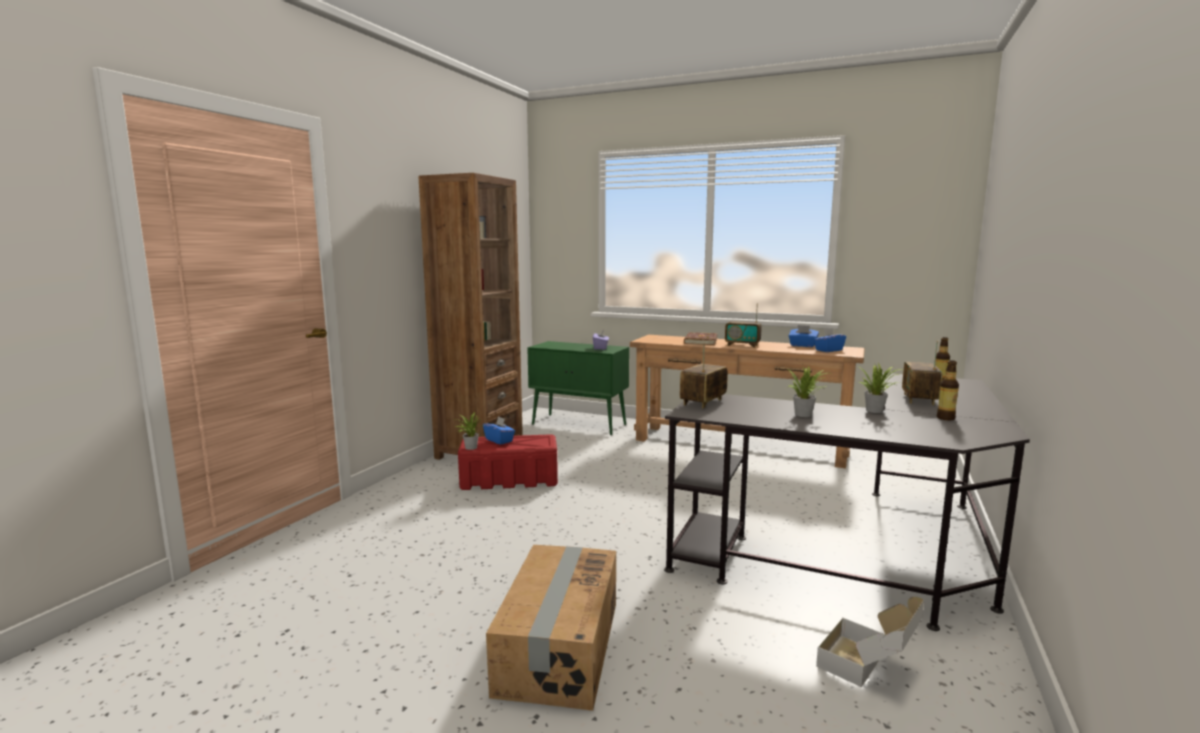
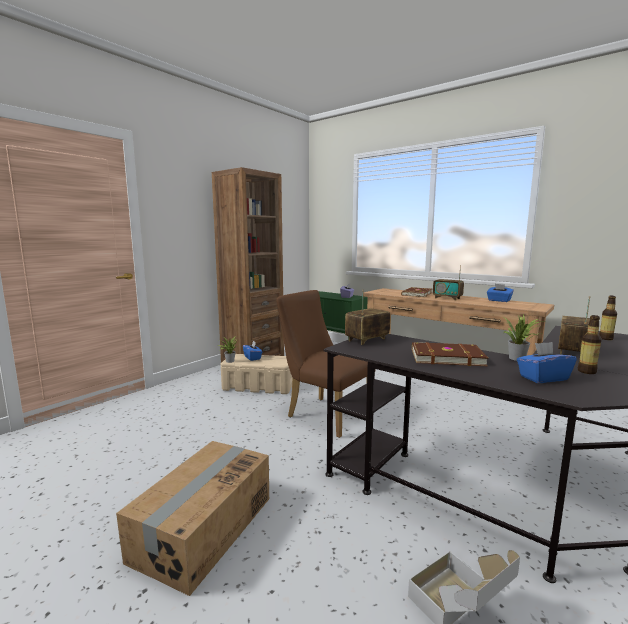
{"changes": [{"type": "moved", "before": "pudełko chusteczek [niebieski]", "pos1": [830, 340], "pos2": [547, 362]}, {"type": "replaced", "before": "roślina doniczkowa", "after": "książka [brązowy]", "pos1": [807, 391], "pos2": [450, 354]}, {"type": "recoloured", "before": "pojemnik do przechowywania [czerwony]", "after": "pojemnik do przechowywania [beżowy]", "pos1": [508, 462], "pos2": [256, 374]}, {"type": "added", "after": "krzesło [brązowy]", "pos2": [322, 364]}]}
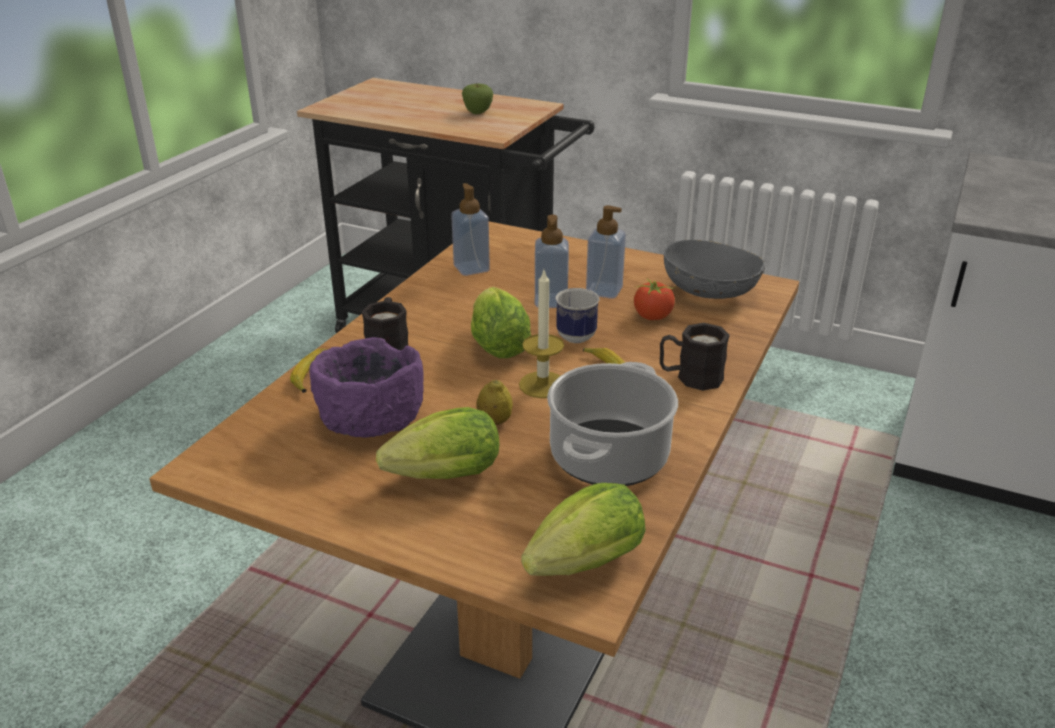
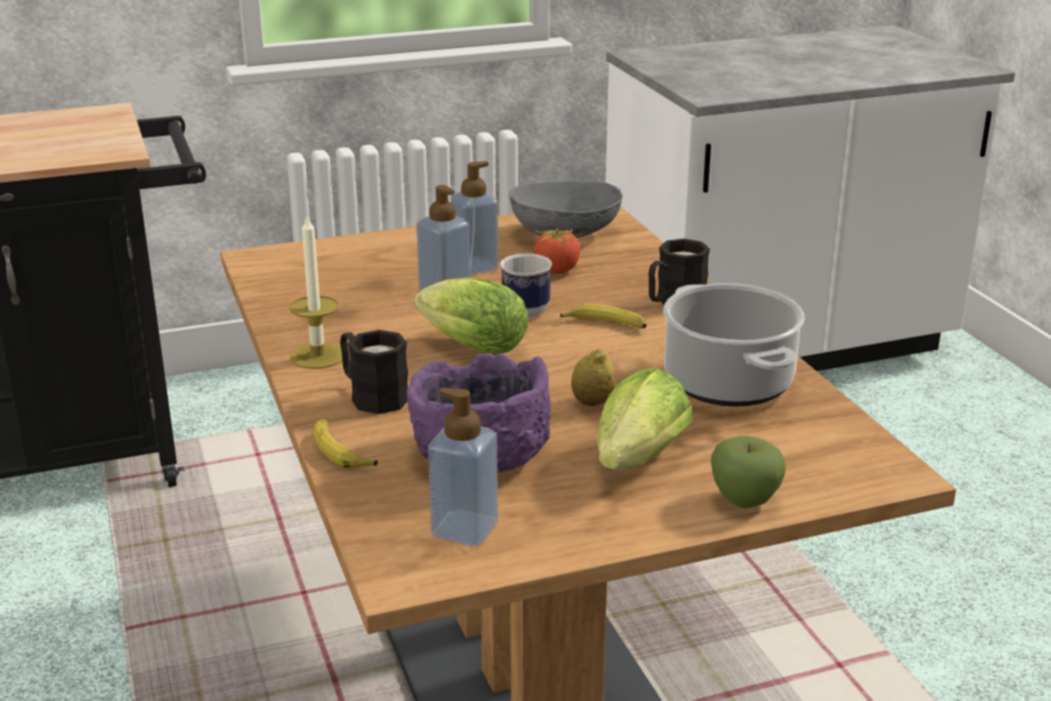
{"changes": [{"type": "moved", "before": "jabłko", "pos1": [477, 99], "pos2": [748, 472]}, {"type": "moved", "before": "dozownik mydła", "pos1": [470, 229], "pos2": [463, 467]}, {"type": "moved", "before": "świeca", "pos1": [541, 334], "pos2": [316, 292]}, {"type": "removed", "before": "sałata", "pos1": [583, 529]}]}
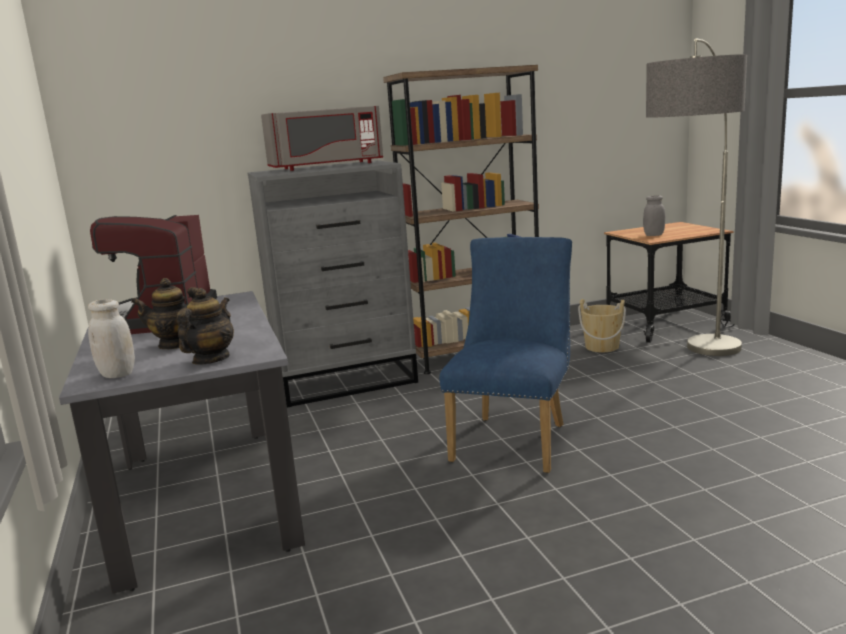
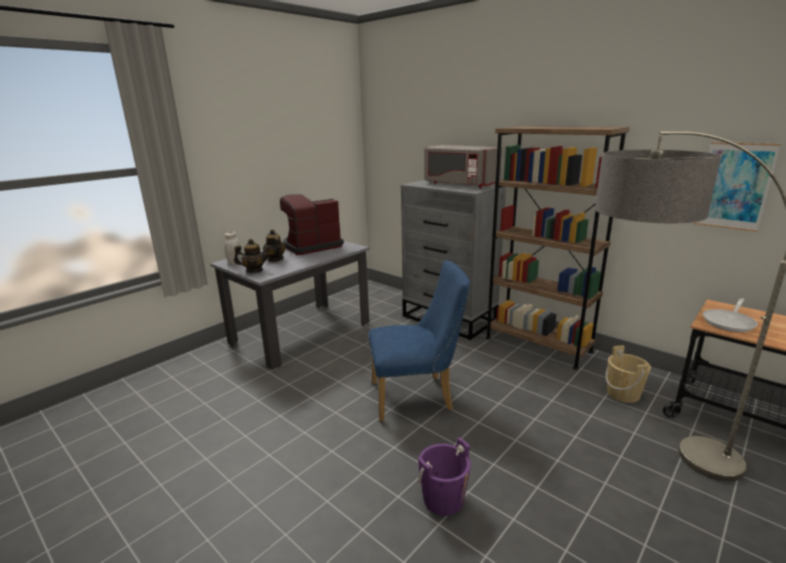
{"changes": [{"type": "replaced", "before": "słoik [szary]", "after": "patelnia", "pos1": [654, 215], "pos2": [730, 315]}, {"type": "added", "after": "obraz", "pos2": [737, 187]}, {"type": "added", "after": "wiadro [fioletowy]", "pos2": [444, 476]}]}
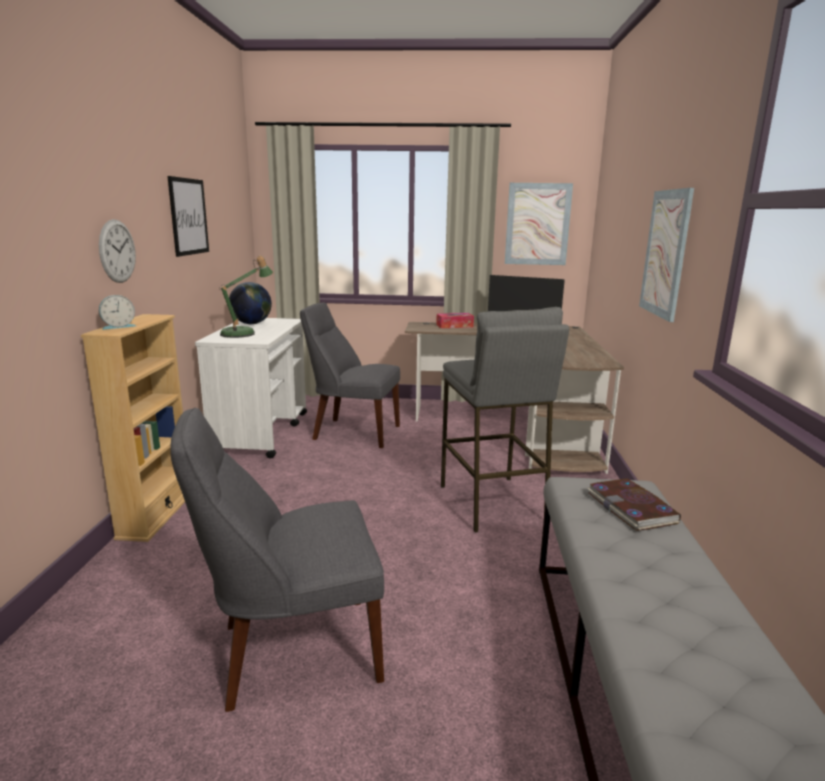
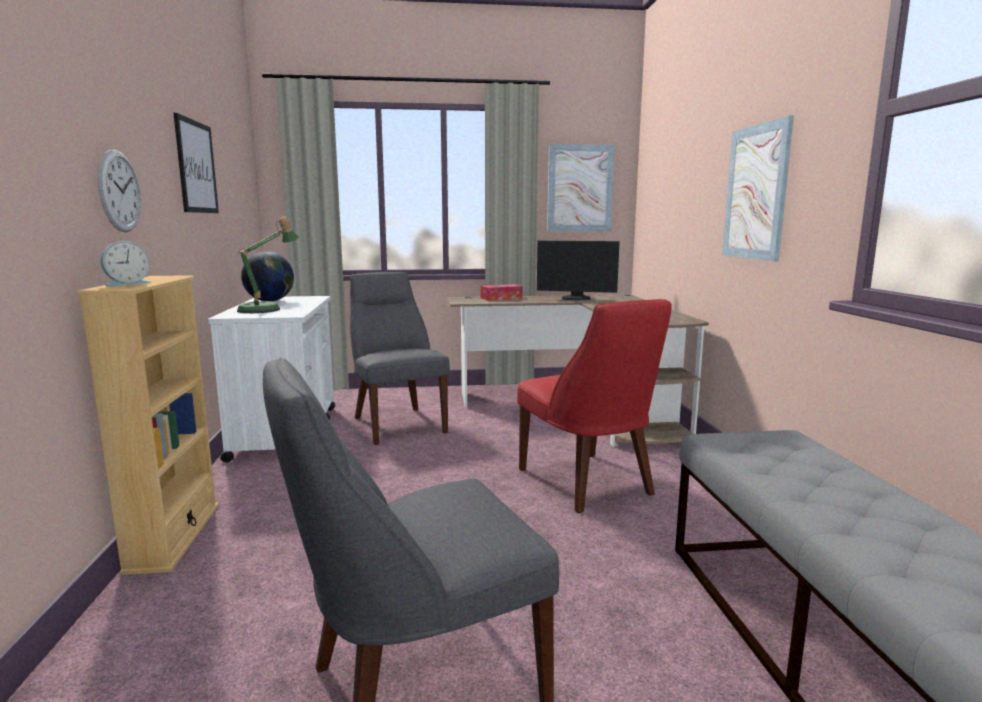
{"changes": [{"type": "turned", "before": "krzesło [szary]", "pos1": [350, 375], "pos2": [400, 358], "turn": 60}, {"type": "replaced", "before": "stołek [szary]", "after": "krzesło [czerwony]", "pos1": [505, 420], "pos2": [594, 406]}, {"type": "removed", "before": "książka", "pos1": [634, 504]}]}
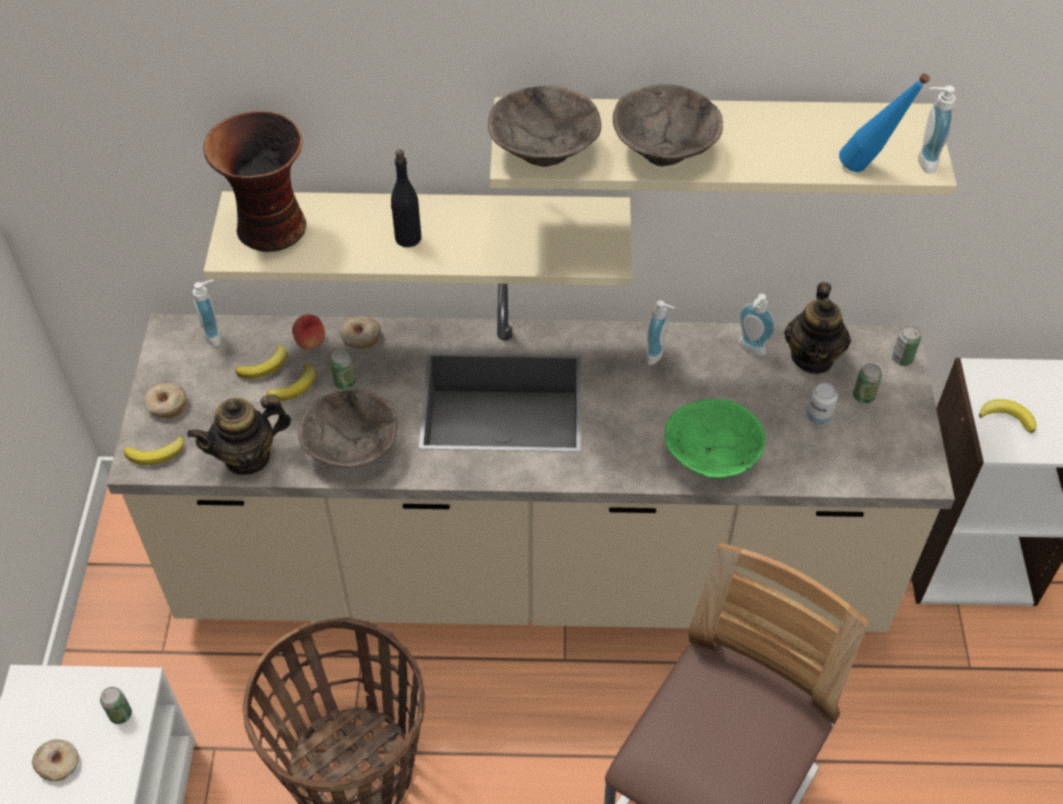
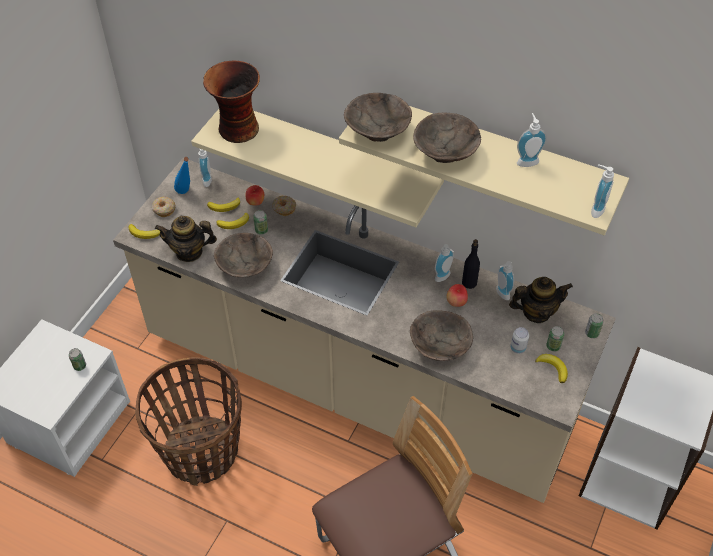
{"changes": [{"type": "moved", "before": "butelka [niebieski]", "pos1": [884, 122], "pos2": [182, 175]}, {"type": "moved", "before": "butelka [czarny]", "pos1": [406, 198], "pos2": [471, 264]}, {"type": "turned", "before": "imbryk", "pos1": [817, 328], "pos2": [541, 300], "turn": -135}, {"type": "recoloured", "before": "miska [zielony]", "after": "miska [brązowy]", "pos1": [715, 438], "pos2": [441, 335]}, {"type": "moved", "before": "banan", "pos1": [1007, 416], "pos2": [551, 368]}, {"type": "removed", "before": "donut", "pos1": [55, 760]}, {"type": "added", "after": "dozownik mydła", "pos2": [532, 140]}, {"type": "added", "after": "jabłko", "pos2": [457, 295]}]}
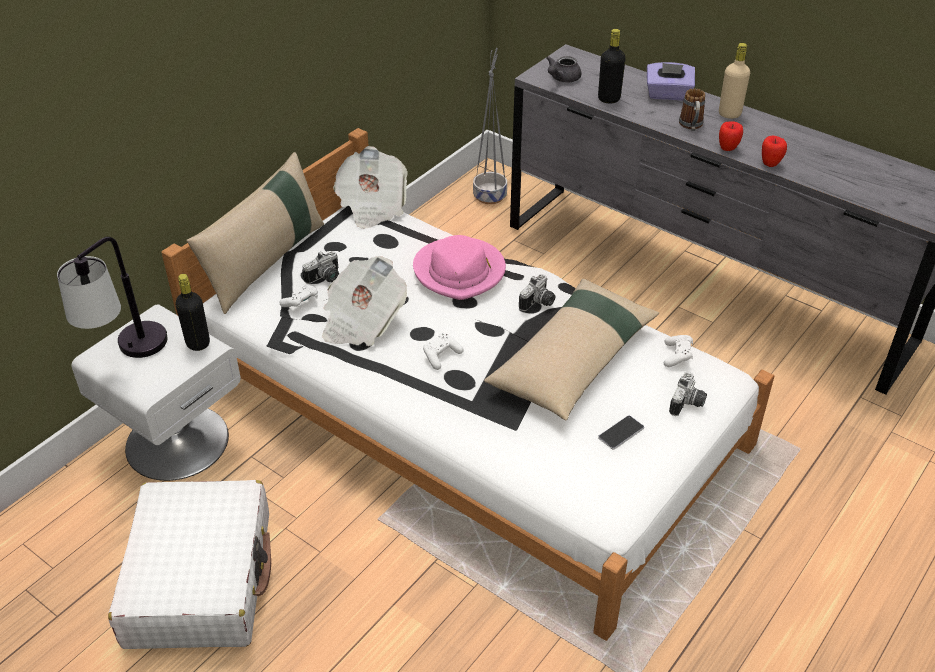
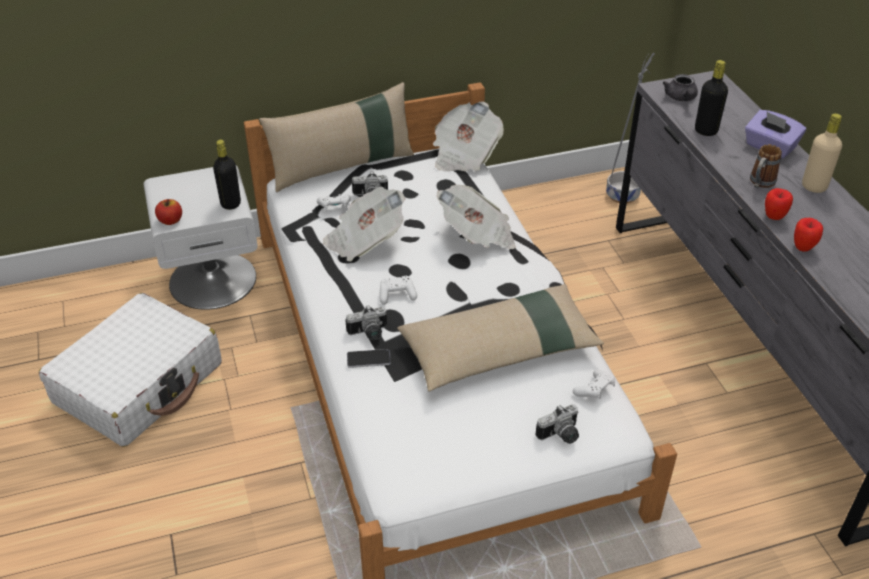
{"changes": [{"type": "turned", "before": "imbryk [szary]", "pos1": [563, 69], "pos2": [680, 87], "turn": -75}, {"type": "replaced", "before": "kapelusz [różowy]", "after": "gazeta", "pos1": [459, 267], "pos2": [476, 217]}, {"type": "removed", "before": "lampa stołowa", "pos1": [112, 297]}, {"type": "moved", "before": "aparat fotograficzny", "pos1": [537, 292], "pos2": [366, 323]}, {"type": "moved", "before": "telefon", "pos1": [621, 432], "pos2": [369, 358]}, {"type": "added", "after": "jabłko", "pos2": [168, 212]}]}
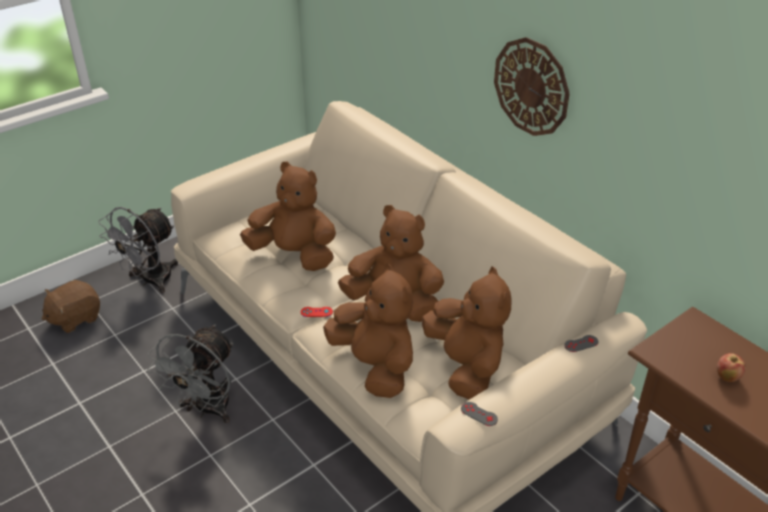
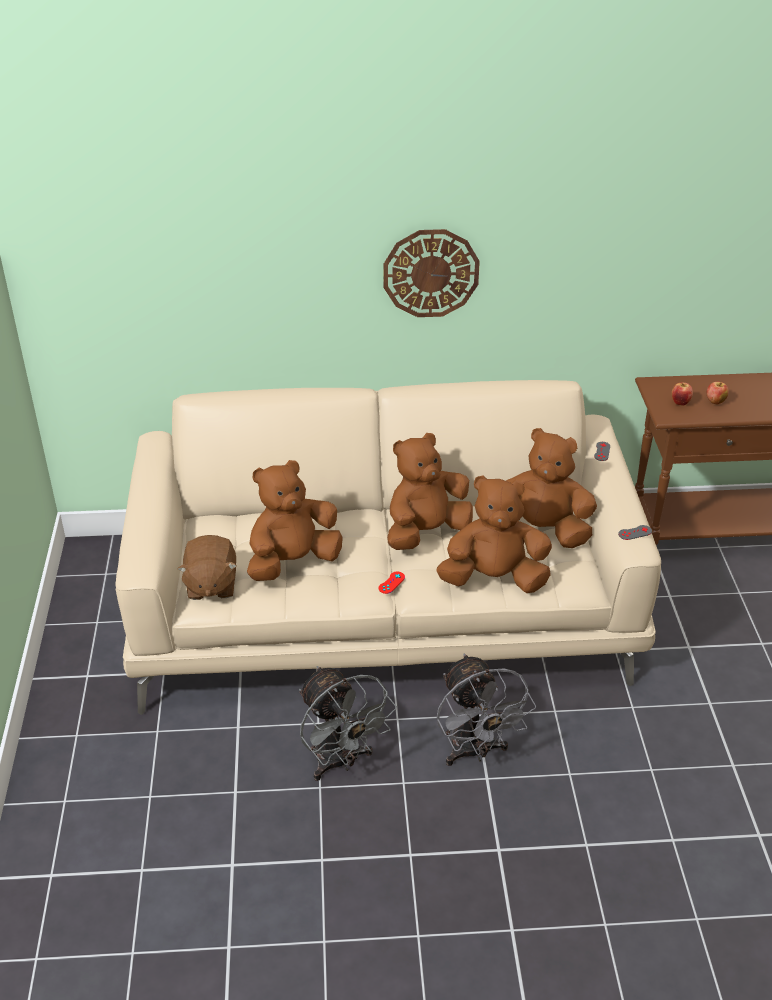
{"changes": [{"type": "moved", "before": "wentylator [szary]", "pos1": [138, 250], "pos2": [486, 710]}, {"type": "moved", "before": "pluszak [brązowy]", "pos1": [71, 306], "pos2": [207, 567]}, {"type": "added", "after": "jabłko", "pos2": [682, 394]}]}
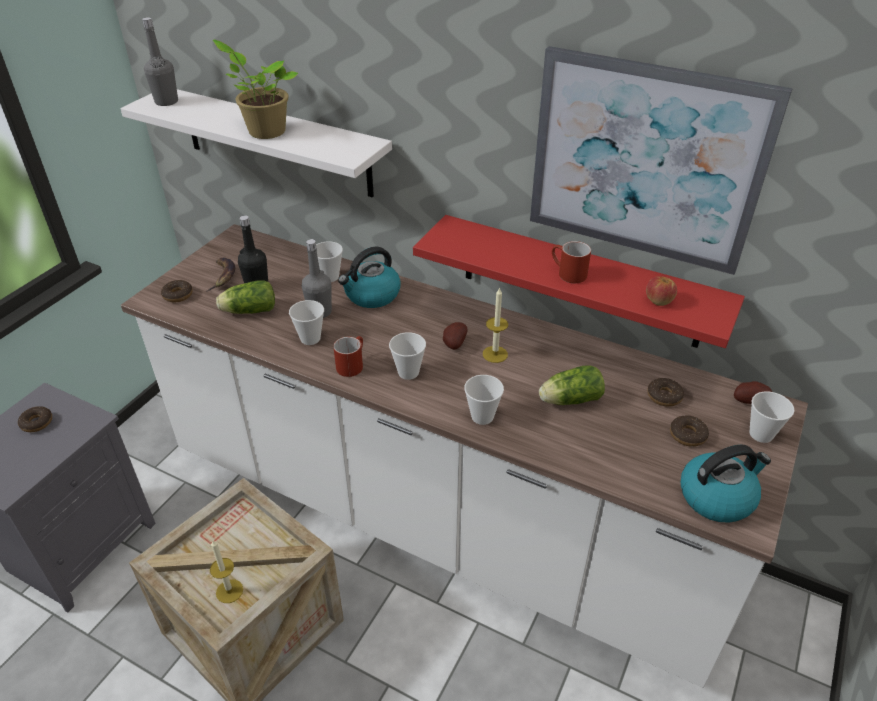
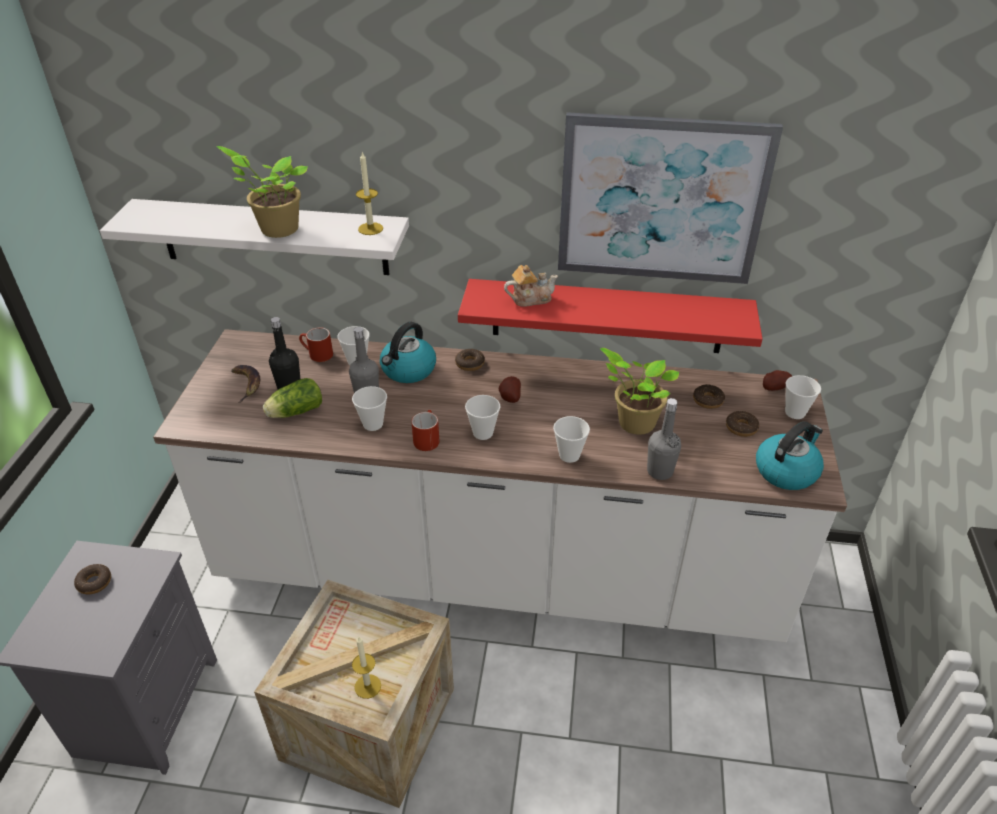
{"changes": [{"type": "moved", "before": "butelka [szary]", "pos1": [160, 61], "pos2": [664, 439]}, {"type": "moved", "before": "kubek [czerwony]", "pos1": [571, 262], "pos2": [316, 344]}, {"type": "removed", "before": "jabłko", "pos1": [661, 291]}, {"type": "moved", "before": "donut", "pos1": [177, 291], "pos2": [470, 360]}, {"type": "moved", "before": "świeca", "pos1": [495, 325], "pos2": [369, 193]}, {"type": "replaced", "before": "sałata", "after": "roślina doniczkowa", "pos1": [572, 385], "pos2": [640, 391]}, {"type": "added", "after": "imbryk", "pos2": [531, 286]}]}
